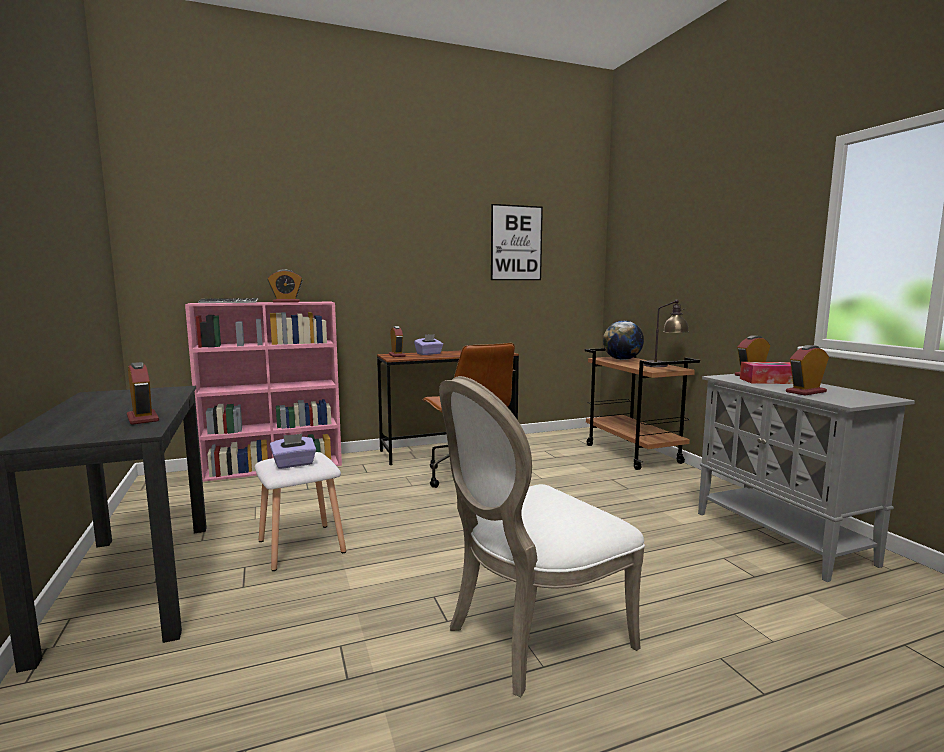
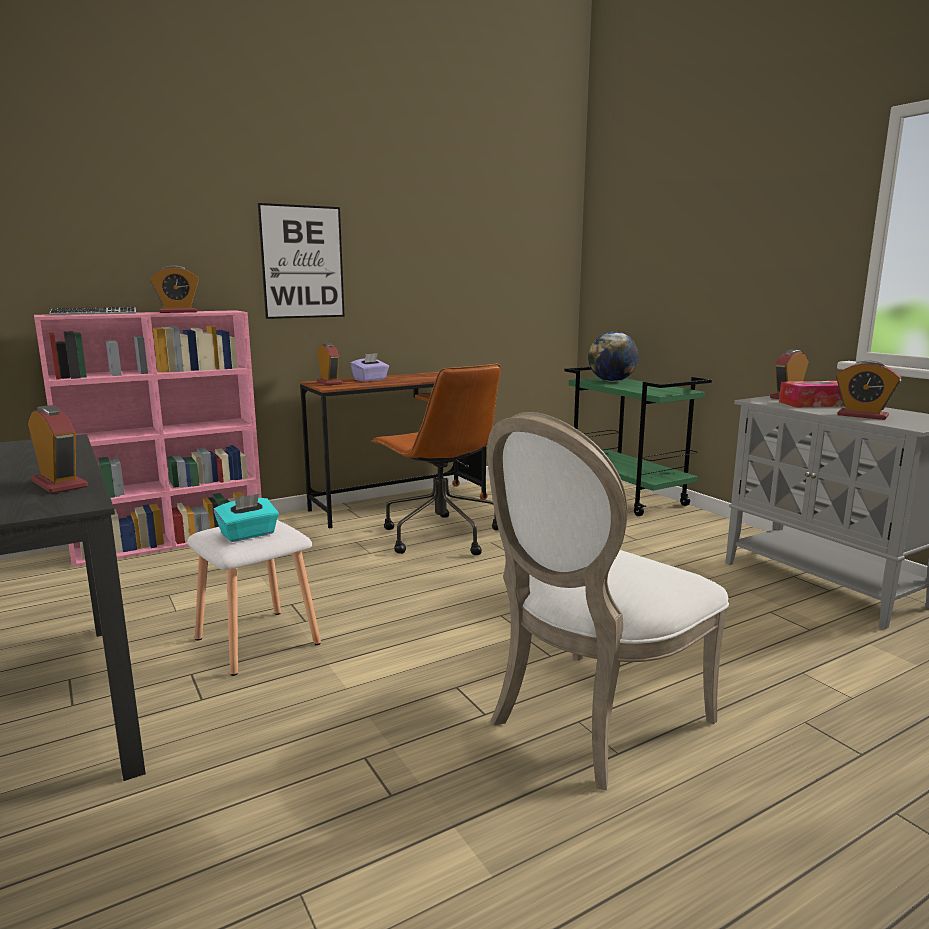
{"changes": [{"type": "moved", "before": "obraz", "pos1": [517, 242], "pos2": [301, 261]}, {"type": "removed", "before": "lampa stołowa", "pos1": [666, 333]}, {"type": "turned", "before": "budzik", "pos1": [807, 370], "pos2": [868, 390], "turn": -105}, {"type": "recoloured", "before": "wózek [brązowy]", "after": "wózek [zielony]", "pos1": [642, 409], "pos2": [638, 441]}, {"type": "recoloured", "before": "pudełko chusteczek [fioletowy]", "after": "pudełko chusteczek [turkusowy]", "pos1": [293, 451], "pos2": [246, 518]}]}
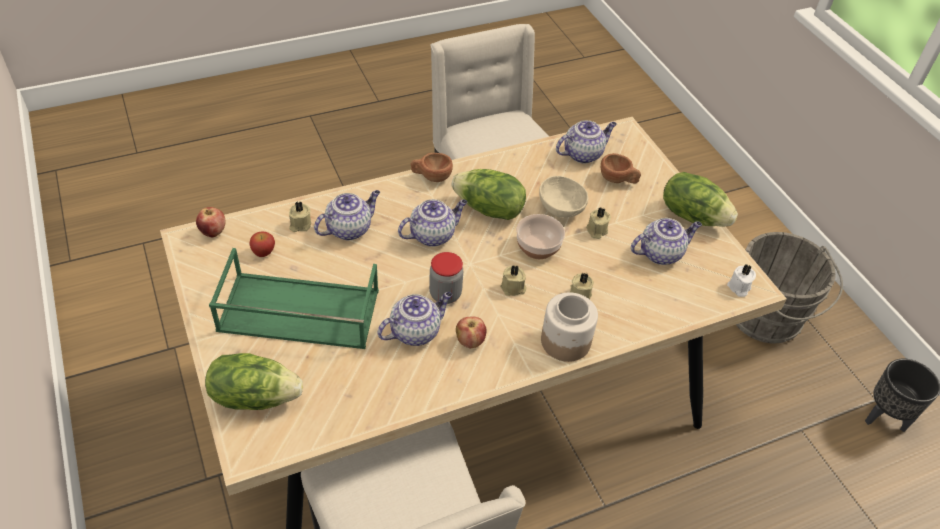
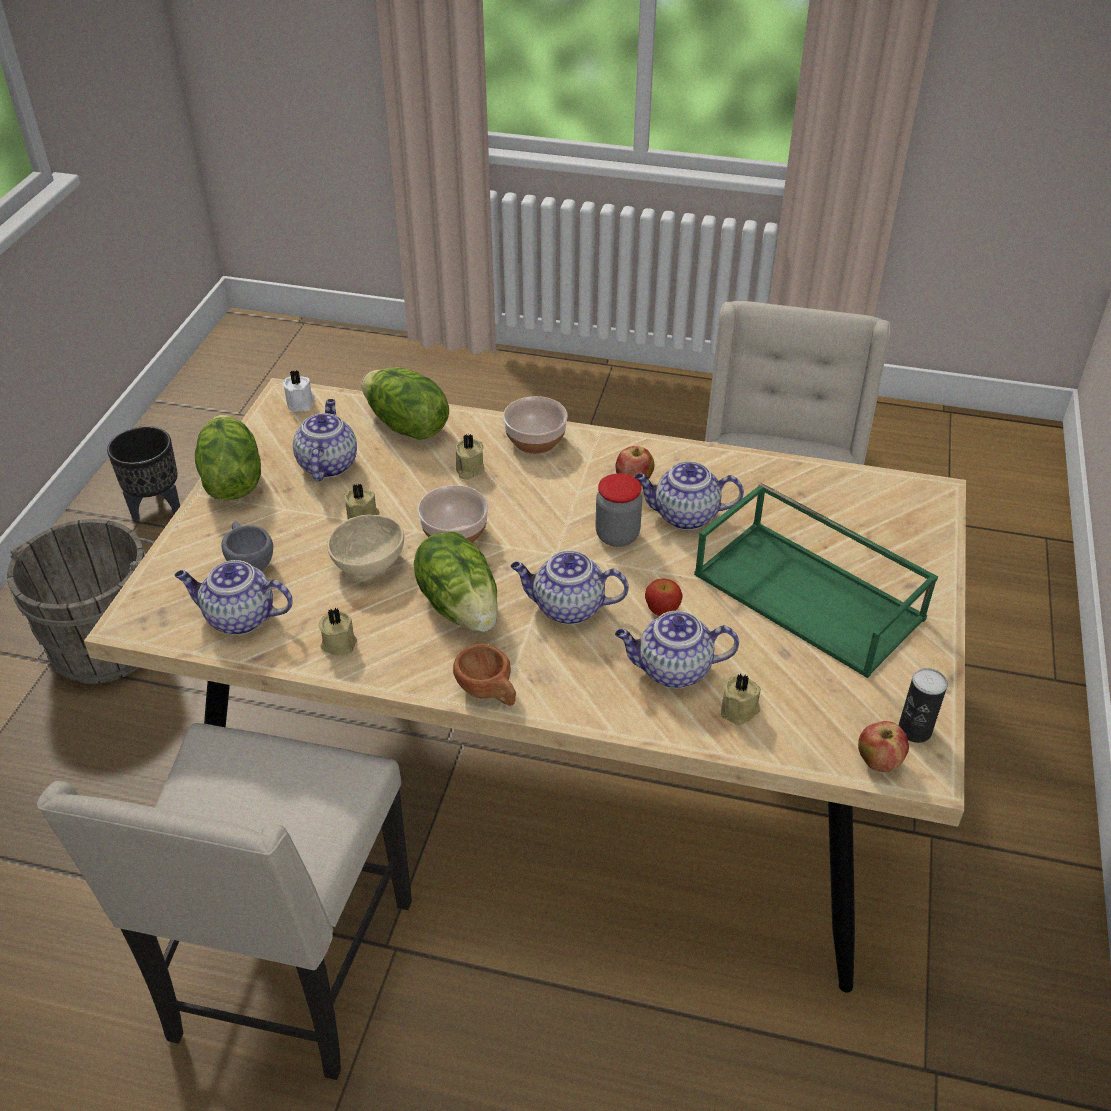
{"changes": [{"type": "recoloured", "before": "filiżanka [brązowy]", "after": "filiżanka [szary]", "pos1": [621, 168], "pos2": [247, 545]}, {"type": "turned", "before": "imbryk", "pos1": [666, 241], "pos2": [325, 440], "turn": 75}, {"type": "moved", "before": "jabłko", "pos1": [262, 244], "pos2": [664, 597]}, {"type": "moved", "before": "świeca [beżowy]", "pos1": [513, 280], "pos2": [337, 631]}, {"type": "replaced", "before": "słoik", "after": "miska", "pos1": [569, 327], "pos2": [535, 425]}, {"type": "moved", "before": "sałata", "pos1": [254, 381], "pos2": [405, 403]}, {"type": "added", "after": "puszka", "pos2": [923, 705]}]}
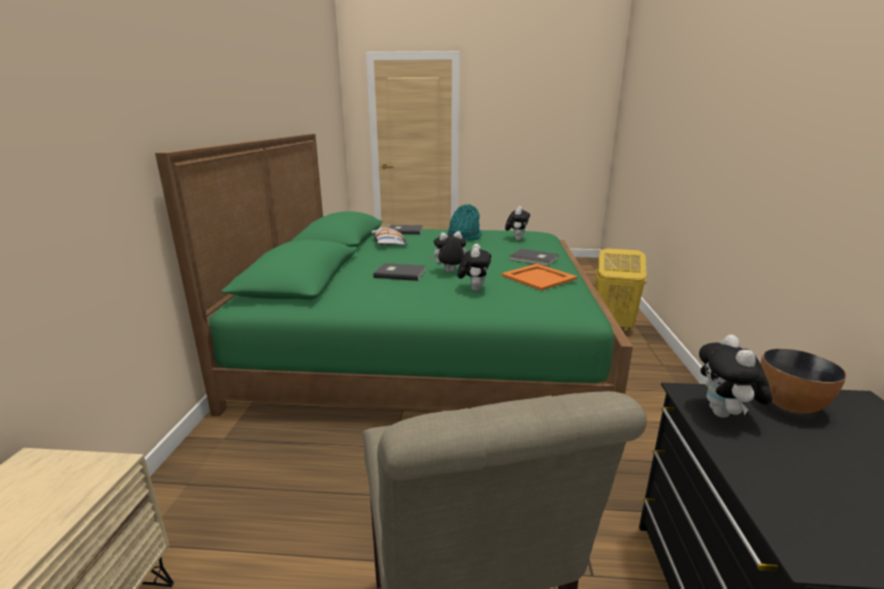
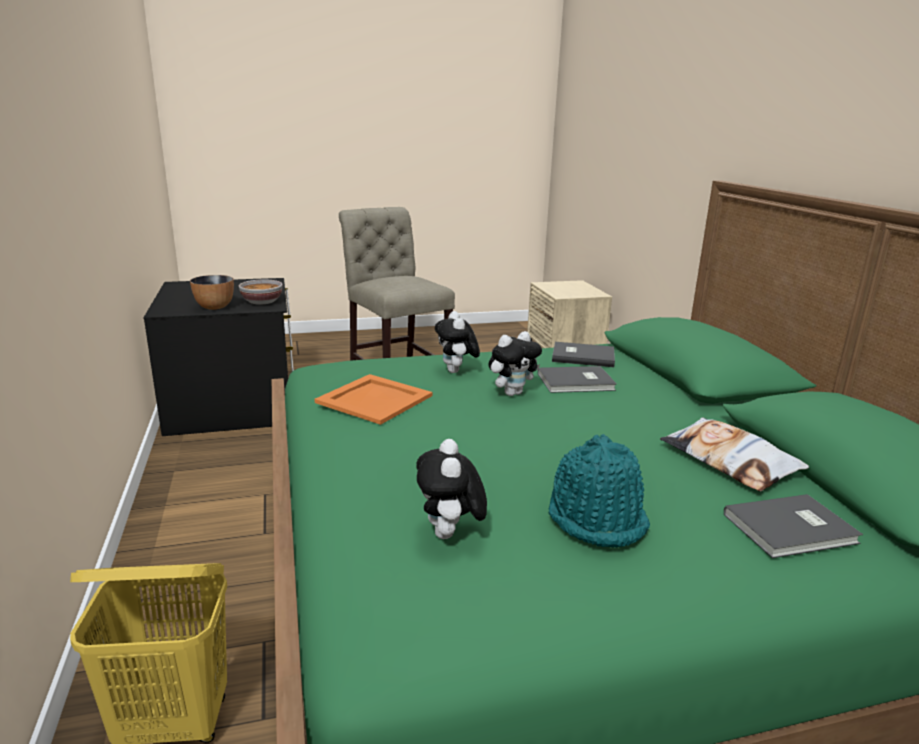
{"changes": [{"type": "moved", "before": "książka [szary]", "pos1": [533, 257], "pos2": [583, 354]}, {"type": "replaced", "before": "pluszak", "after": "miska", "pos1": [735, 376], "pos2": [261, 292]}]}
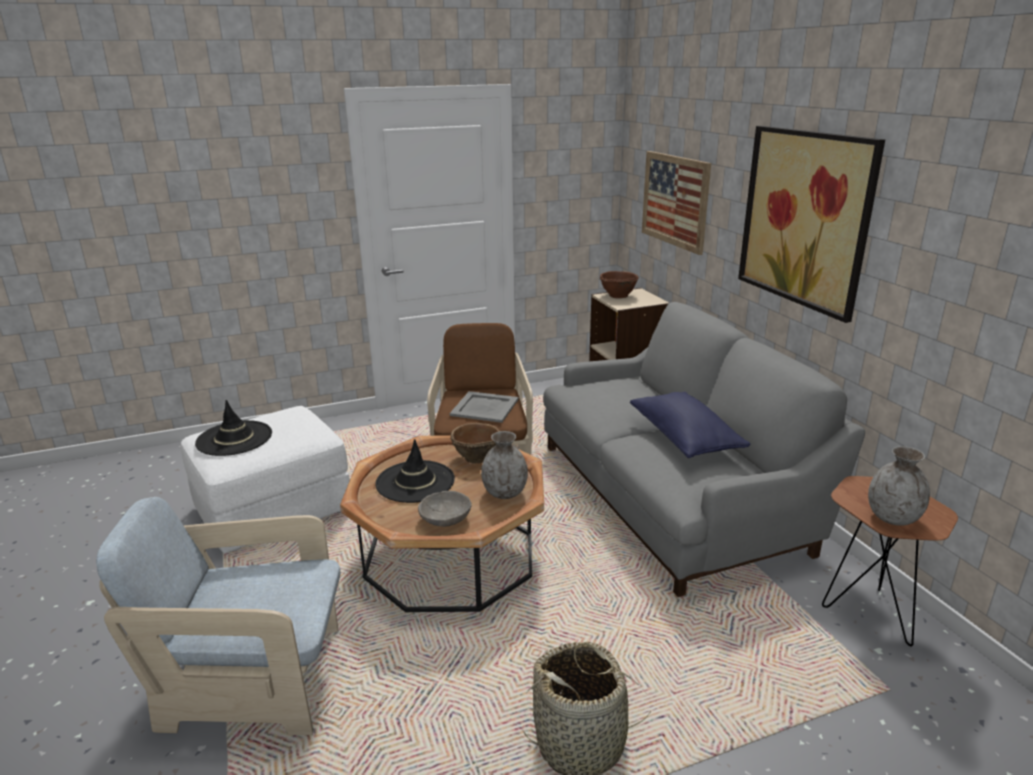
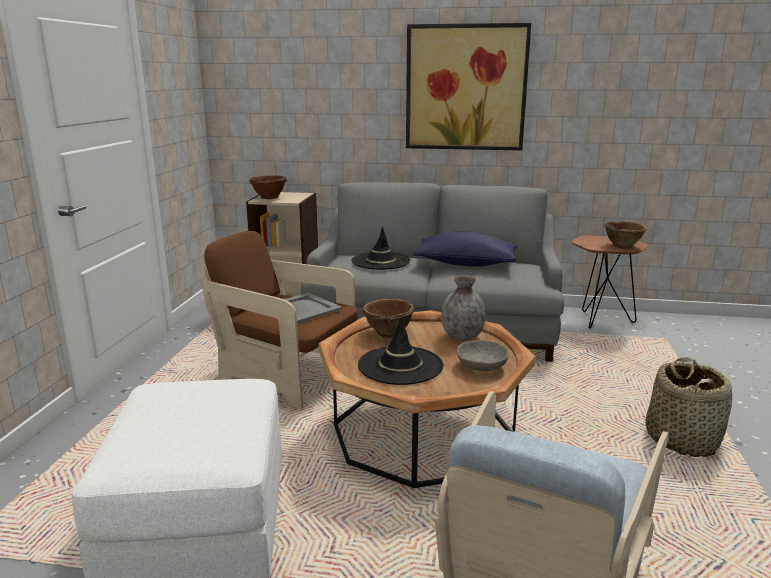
{"changes": [{"type": "removed", "before": "obraz", "pos1": [676, 203]}, {"type": "moved", "before": "kapelusz [czarny]", "pos1": [233, 428], "pos2": [380, 248]}, {"type": "replaced", "before": "wazon [szary]", "after": "miska [brązowy]", "pos1": [899, 486], "pos2": [625, 235]}]}
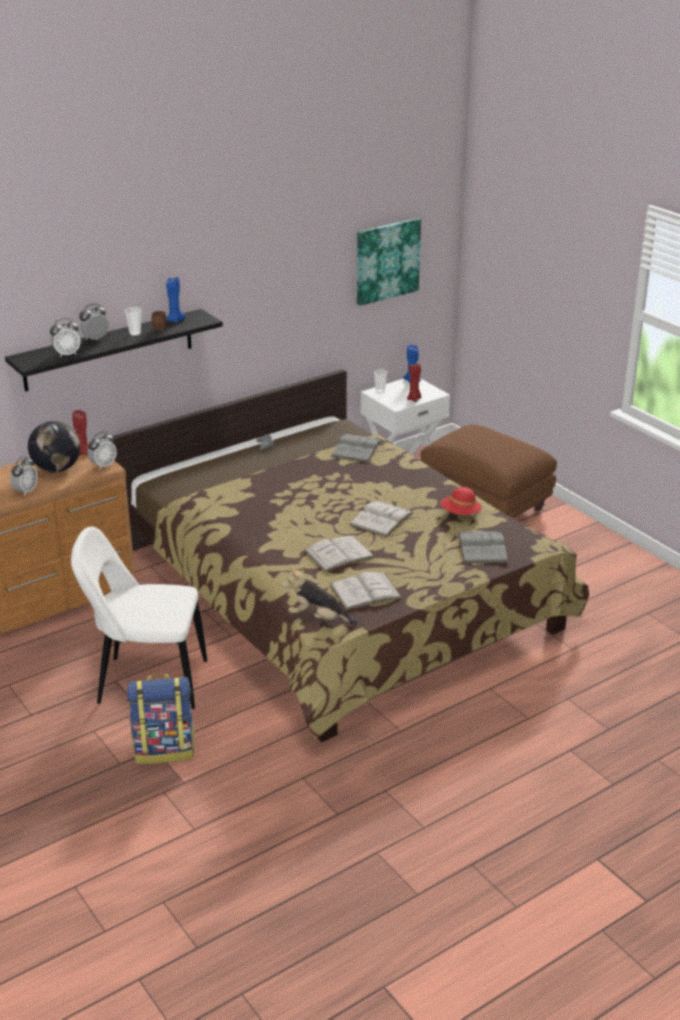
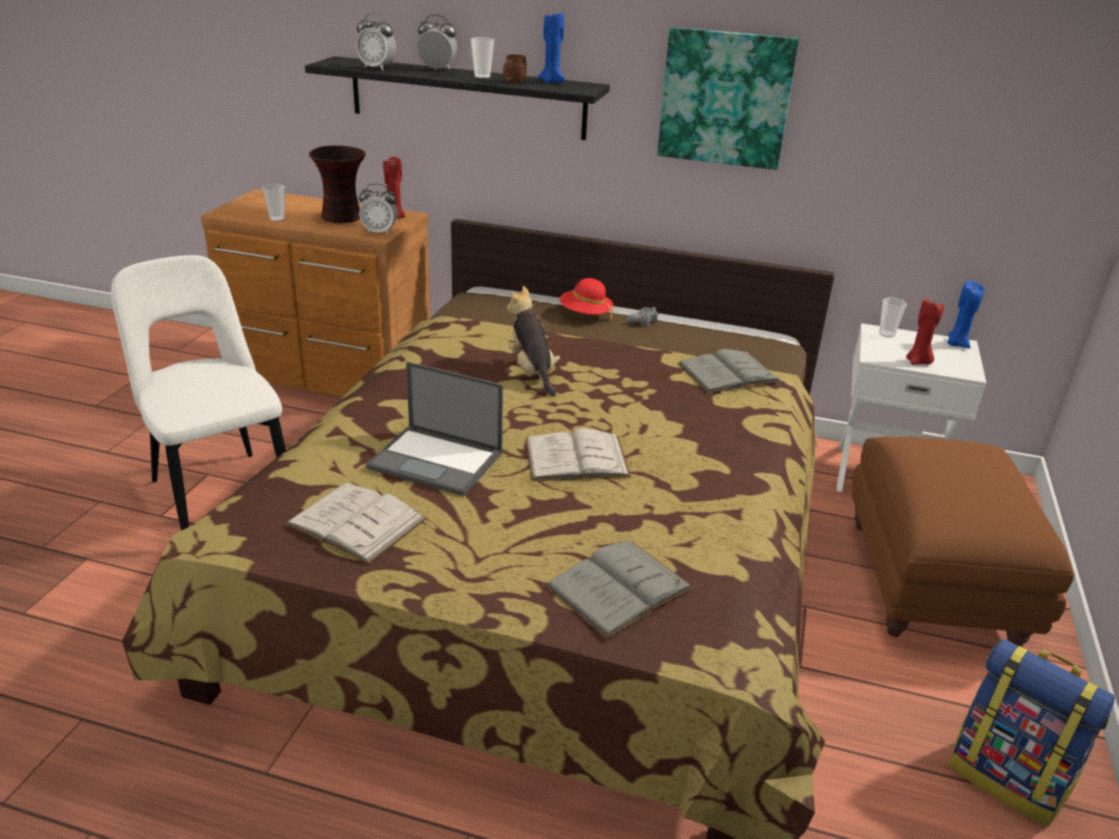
{"changes": [{"type": "moved", "before": "obraz", "pos1": [389, 262], "pos2": [728, 98]}, {"type": "replaced", "before": "globus", "after": "wazon", "pos1": [54, 446], "pos2": [337, 184]}, {"type": "replaced", "before": "budzik", "after": "filiżanka", "pos1": [24, 475], "pos2": [273, 203]}, {"type": "moved", "before": "kapelusz [czerwony]", "pos1": [461, 501], "pos2": [586, 299]}, {"type": "replaced", "before": "książka [biały]", "after": "laptop", "pos1": [339, 553], "pos2": [434, 429]}, {"type": "moved", "before": "pluszak", "pos1": [320, 595], "pos2": [533, 341]}, {"type": "moved", "before": "plecak", "pos1": [160, 719], "pos2": [1031, 732]}]}
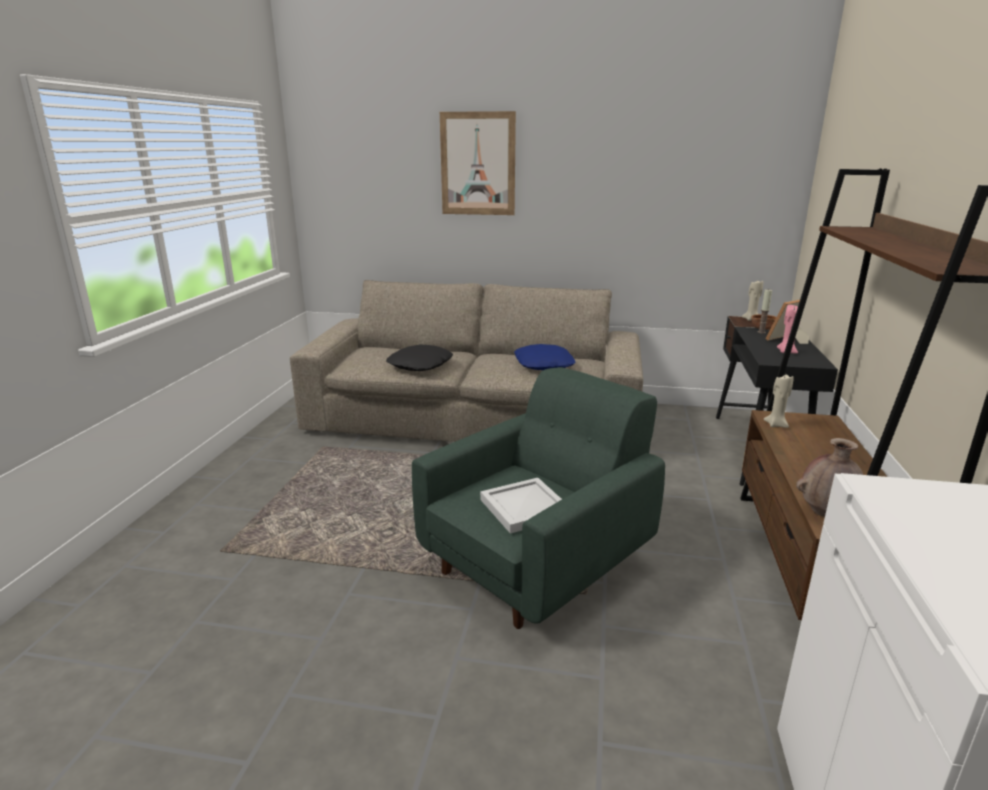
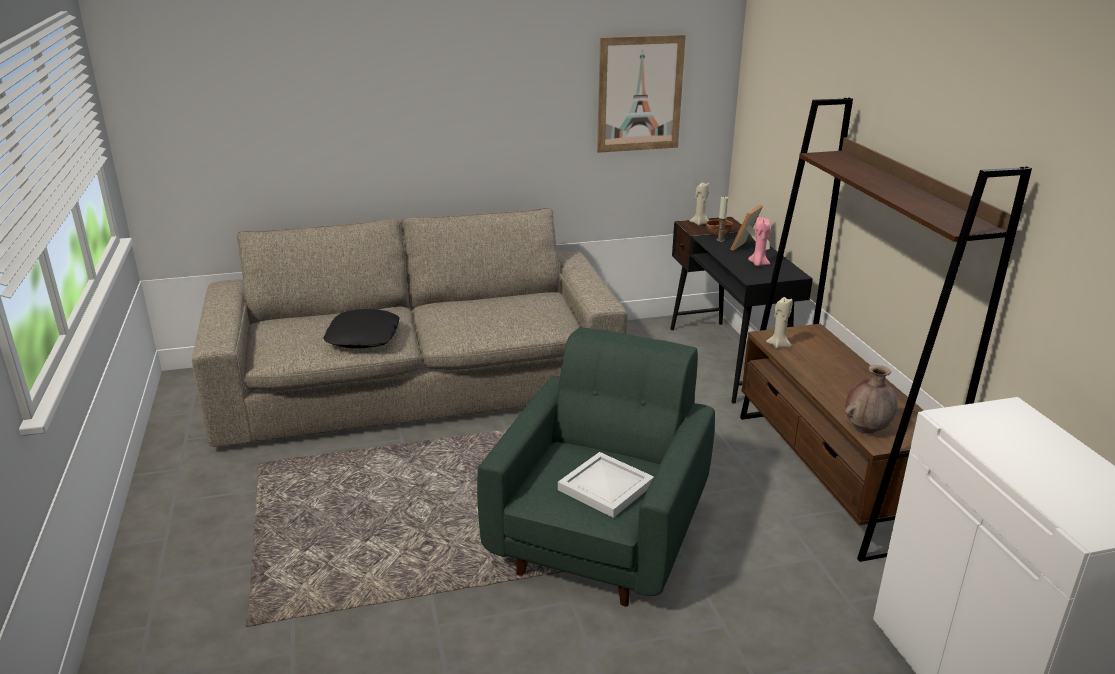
{"changes": [{"type": "moved", "before": "obraz", "pos1": [478, 163], "pos2": [641, 94]}, {"type": "removed", "before": "poduszka [niebieski]", "pos1": [545, 357]}]}
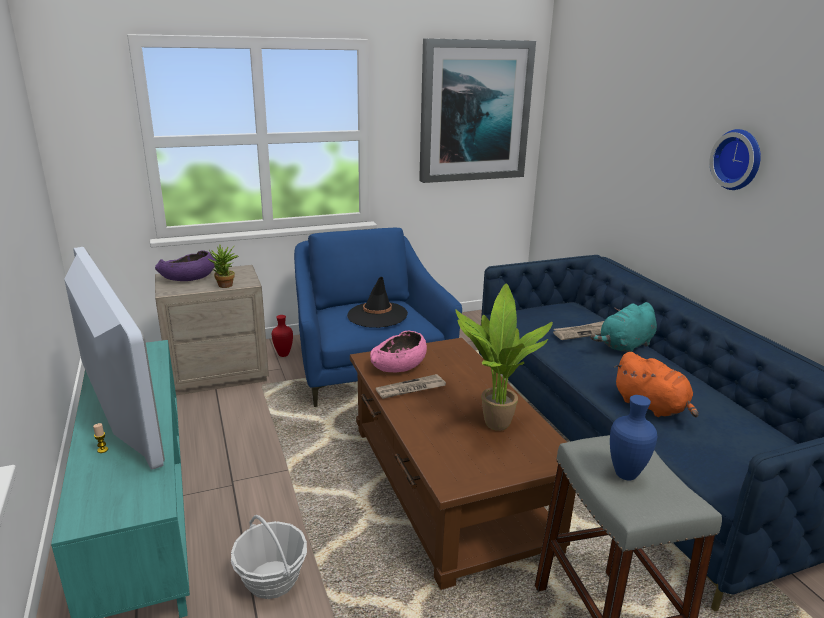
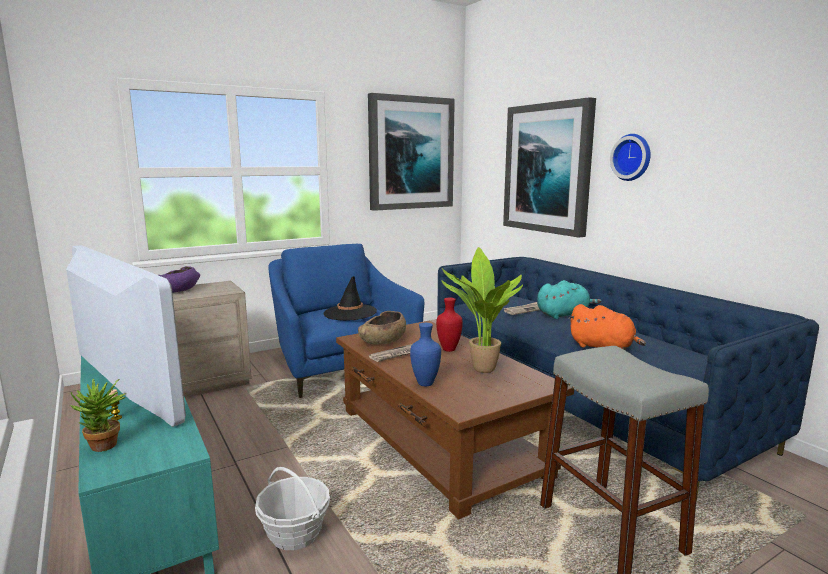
{"changes": [{"type": "moved", "before": "roślina doniczkowa", "pos1": [223, 266], "pos2": [98, 415]}, {"type": "turned", "before": "pluszak [turkusowy]", "pos1": [623, 327], "pos2": [569, 299], "turn": -150}, {"type": "moved", "before": "wazon [czerwony]", "pos1": [282, 336], "pos2": [449, 325]}, {"type": "recoloured", "before": "miska [różowy]", "after": "miska [brązowy]", "pos1": [398, 351], "pos2": [382, 328]}, {"type": "moved", "before": "wazon [niebieski]", "pos1": [633, 438], "pos2": [425, 354]}, {"type": "added", "after": "obraz", "pos2": [549, 167]}]}
